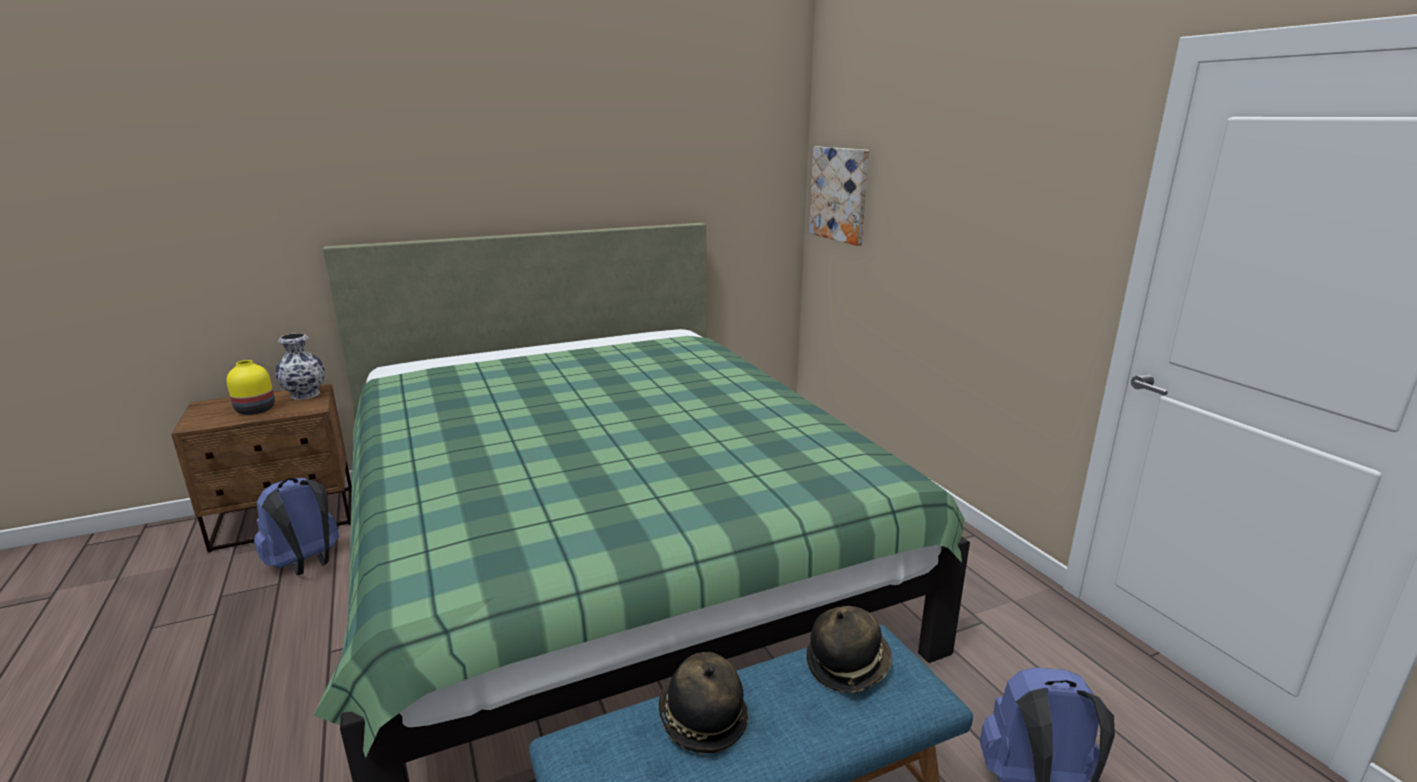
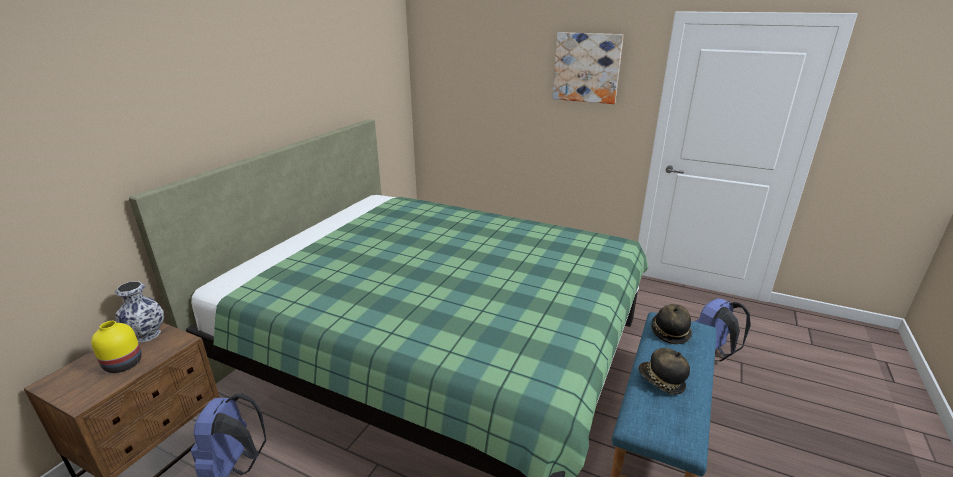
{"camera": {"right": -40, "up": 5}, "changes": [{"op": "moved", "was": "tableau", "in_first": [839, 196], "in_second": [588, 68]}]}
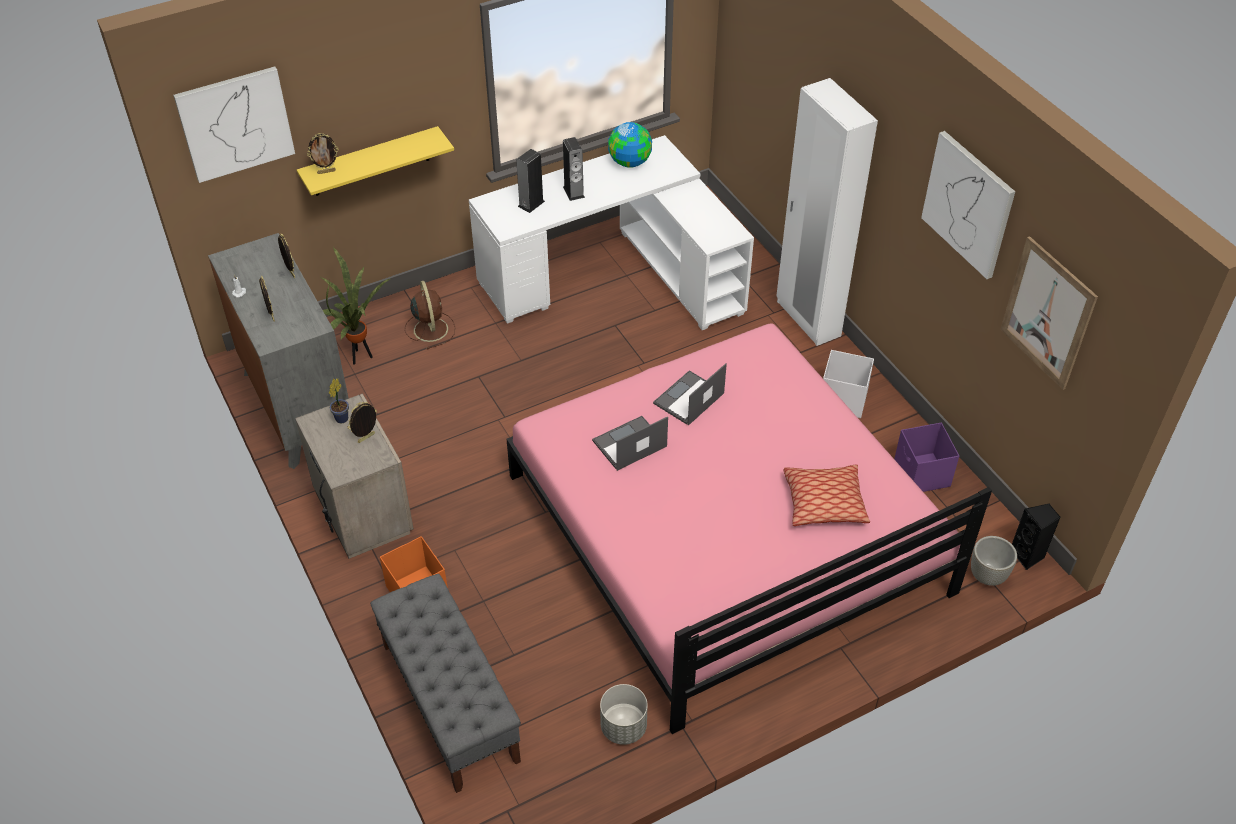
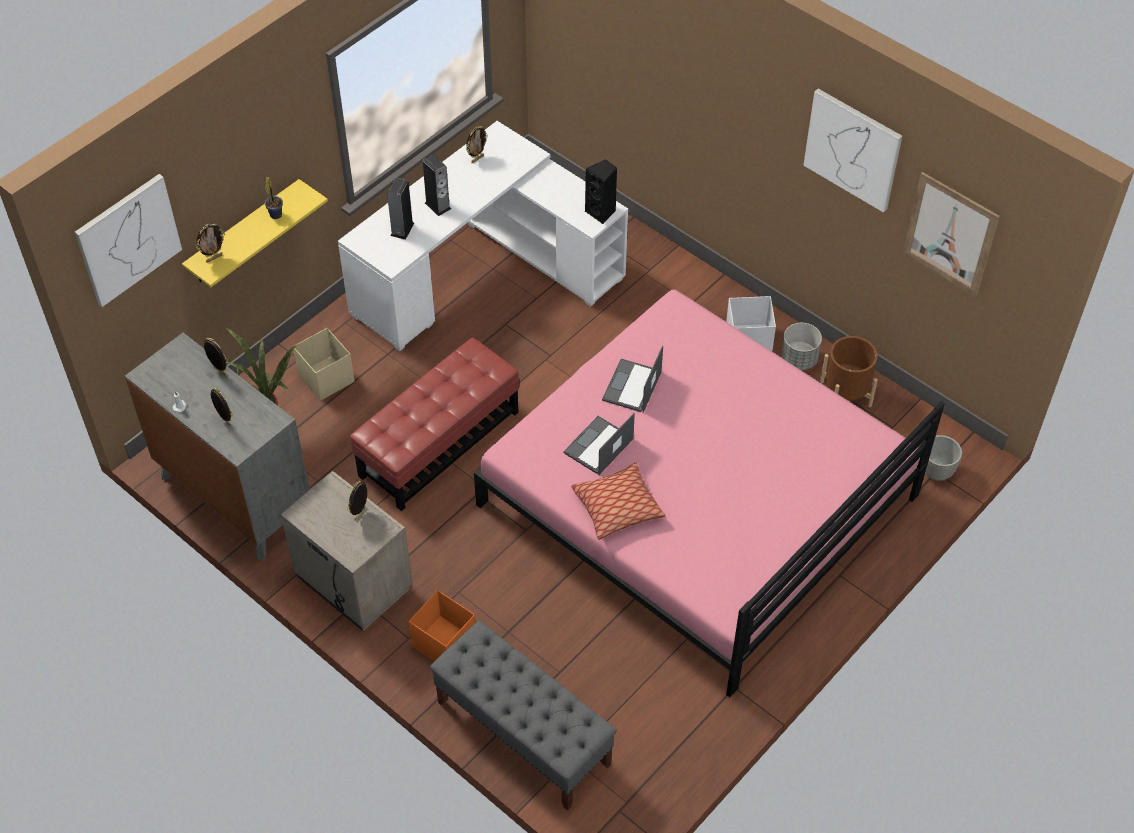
{"camera": {"right": -20, "up": 5}, "changes": [{"op": "moved", "was": "plante en pot", "in_first": [339, 401], "in_second": [274, 197]}, {"op": "replaced", "was": "ventilateur (marron)", "now": "boîte de rangement (beige)", "in_first": [430, 315], "in_second": [324, 364]}, {"op": "moved", "was": "cache-pot (gris)", "in_first": [624, 714], "in_second": [801, 346]}, {"op": "replaced", "was": "globe", "now": "cadre photo", "in_first": [630, 145], "in_second": [477, 145]}, {"op": "removed", "was": "armoire (blanc)", "in_first": [827, 212]}, {"op": "moved", "was": "coussin", "in_first": [827, 495], "in_second": [618, 501]}, {"op": "replaced", "was": "boîte de rangement (violet)", "now": "cache-pot (marron)", "in_first": [926, 457], "in_second": [849, 371]}, {"op": "moved", "was": "enceinte (noir)", "in_first": [1036, 536], "in_second": [601, 191]}, {"op": "added", "now": "pouf (rouge)", "in_second": [434, 424]}]}
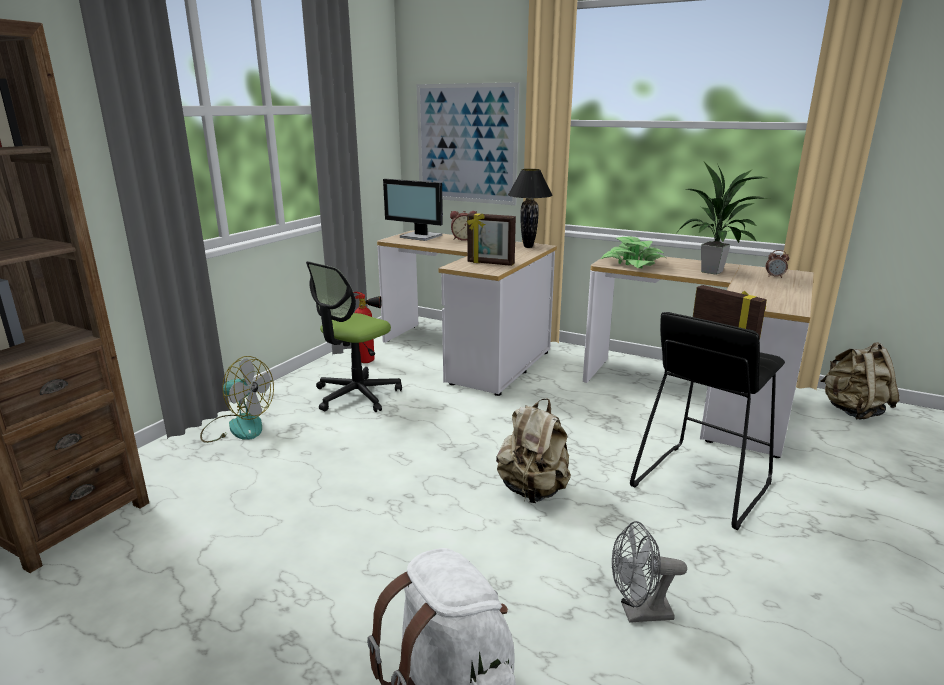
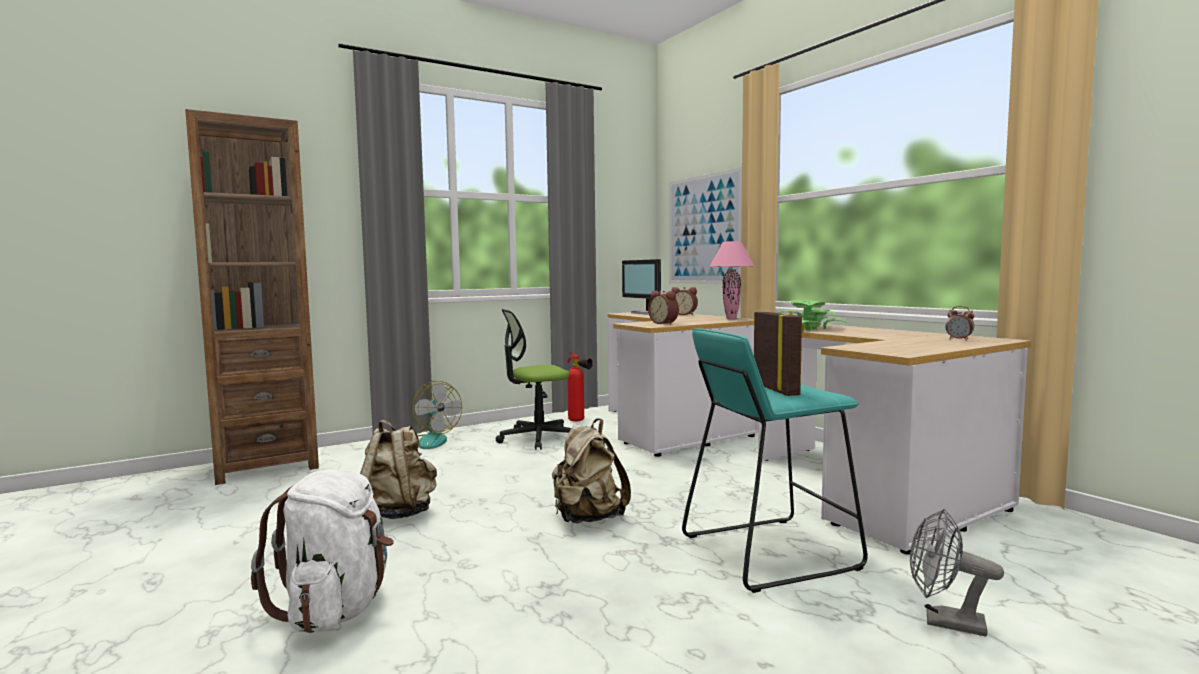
{"camera": {"right": 30, "up": -15}, "changes": [{"op": "replaced", "was": "cadre photo", "now": "réveil", "in_first": [491, 239], "in_second": [663, 308]}, {"op": "recoloured", "was": "lampe de table (noir)", "now": "lampe de table (rose)", "in_first": [530, 208], "in_second": [731, 280]}, {"op": "moved", "was": "ventilateur (gris)", "in_first": [649, 572], "in_second": [957, 572]}, {"op": "recoloured", "was": "tabouret (noir)", "now": "tabouret (turquoise)", "in_first": [707, 421], "in_second": [775, 460]}, {"op": "removed", "was": "plante en pot", "in_first": [724, 218]}, {"op": "moved", "was": "sac à dos (beige)", "in_first": [859, 381], "in_second": [398, 469]}]}
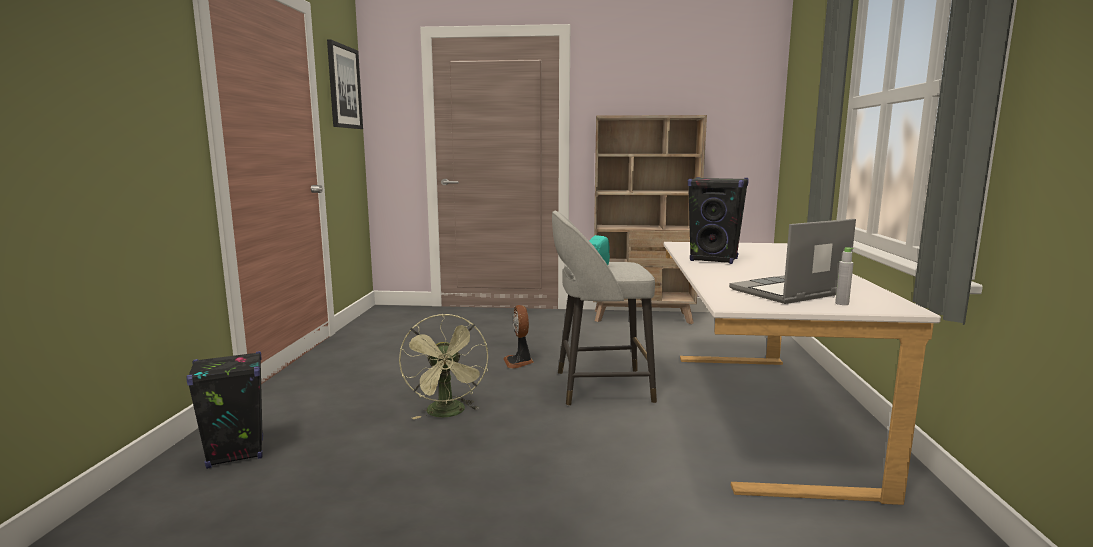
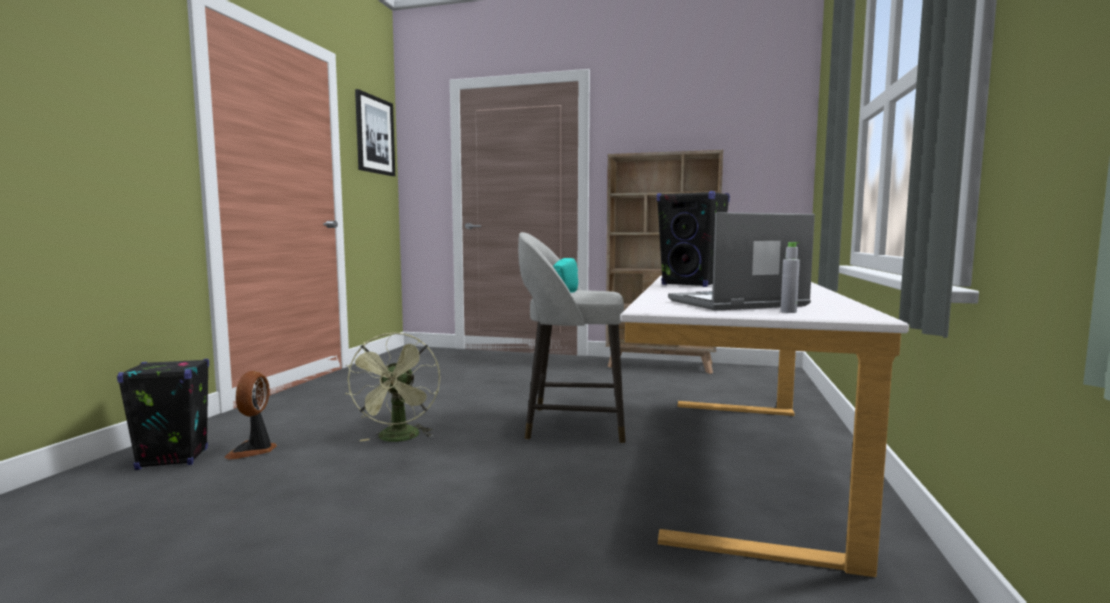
{"camera": {"right": 10, "up": -5}, "changes": [{"op": "moved", "was": "ventilateur", "in_first": [518, 337], "in_second": [250, 415]}]}
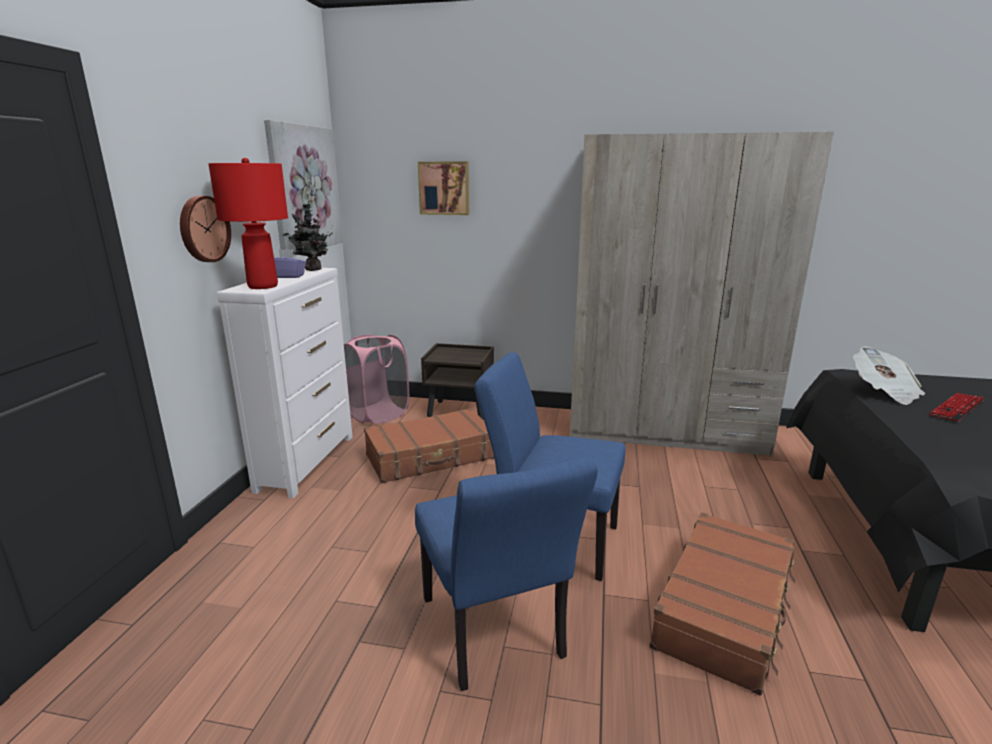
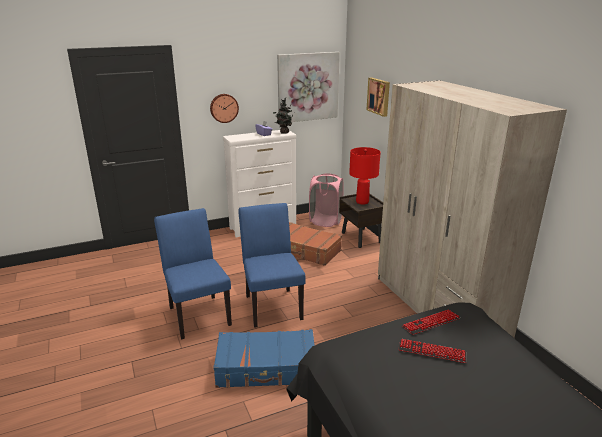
{"camera": {"right": 55, "up": 5}, "changes": [{"op": "moved", "was": "lampe de table (rouge)", "in_first": [248, 223], "in_second": [365, 176]}, {"op": "turned", "was": "chaise (bleu)", "in_first": [506, 573], "in_second": [193, 274], "clockwise": 120}, {"op": "recoloured", "was": "valise (marron)", "now": "valise (bleu)", "in_first": [722, 604], "in_second": [264, 358]}, {"op": "replaced", "was": "journal", "now": "clavier", "in_first": [889, 375], "in_second": [431, 322]}]}
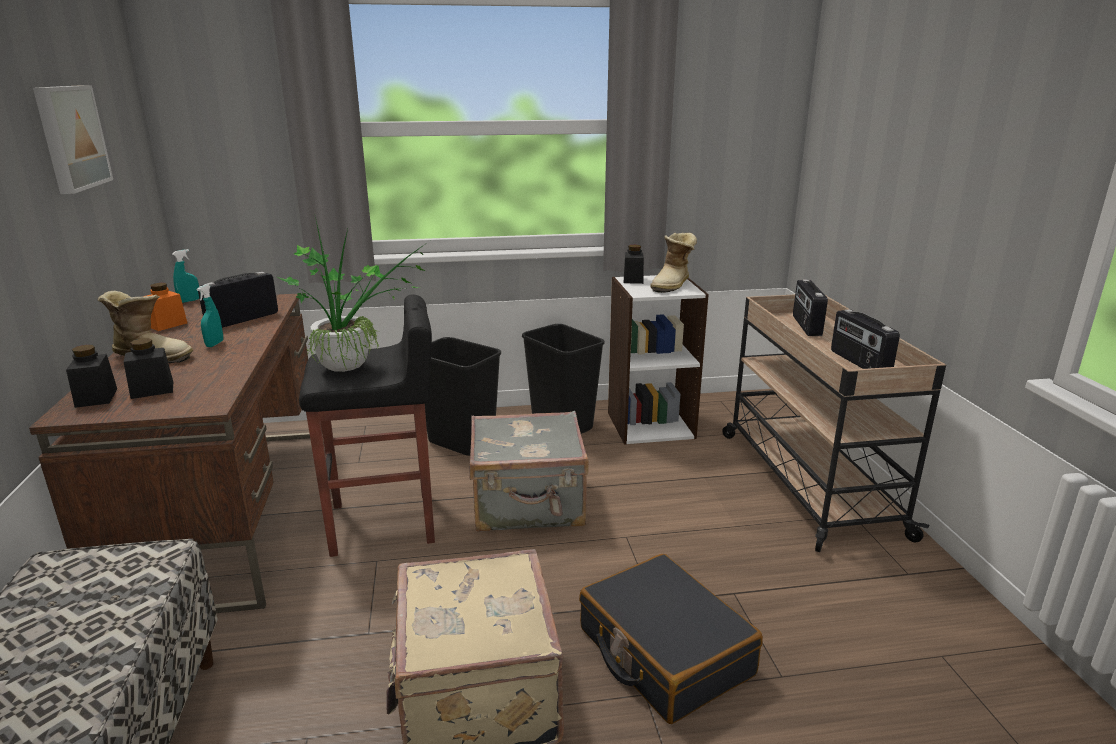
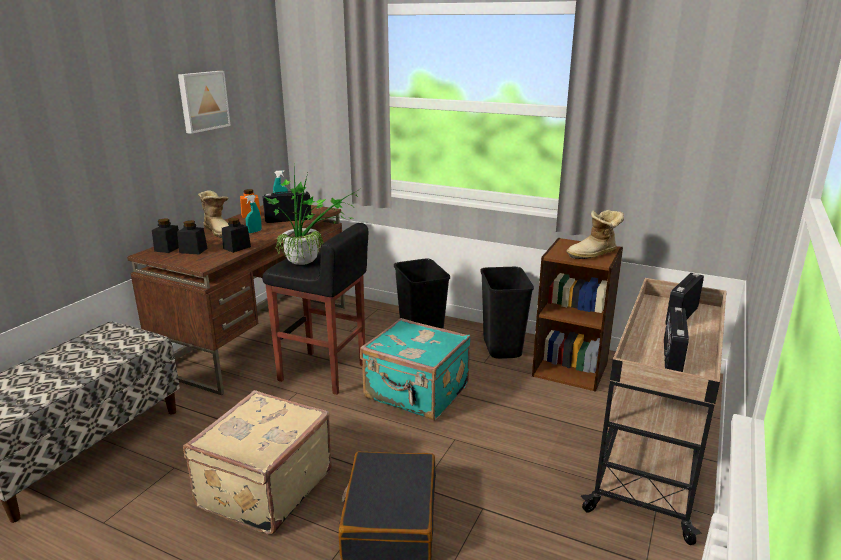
{"camera": {"right": 35, "up": 0}, "changes": [{"op": "recoloured", "was": "valise (gris)", "now": "valise (turquoise)", "in_first": [529, 471], "in_second": [415, 369]}, {"op": "recoloured", "was": "bibliothèque (blanc)", "now": "bibliothèque (marron)", "in_first": [658, 360], "in_second": [577, 315]}, {"op": "moved", "was": "bocal (noir)", "in_first": [634, 264], "in_second": [236, 235]}]}
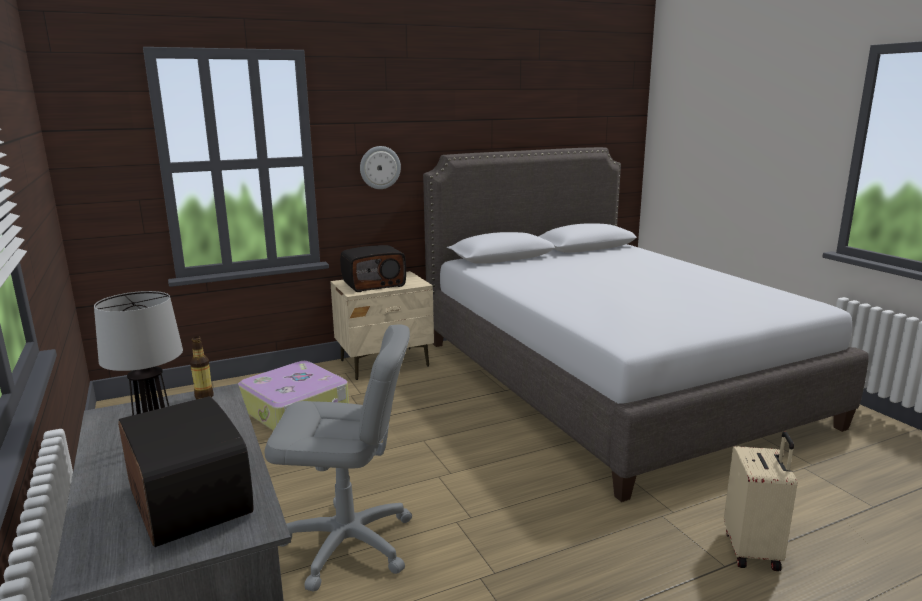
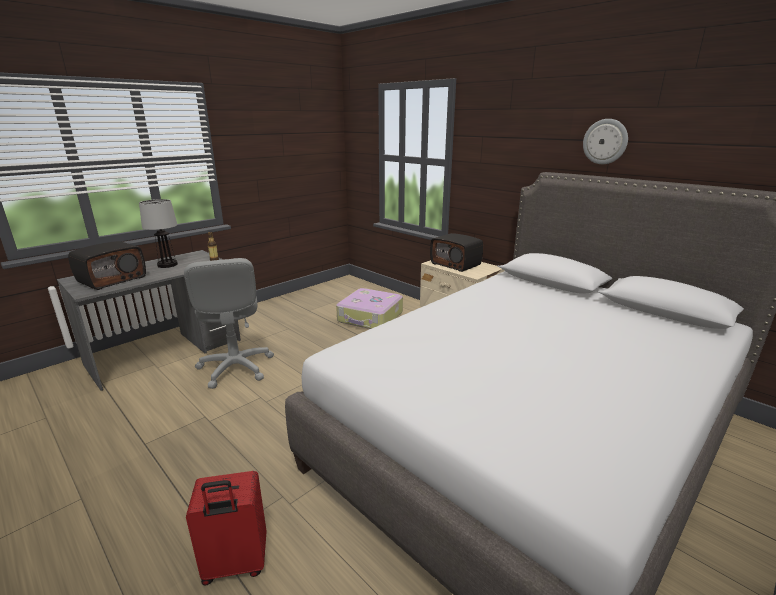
{"camera": {"right": 70, "up": 5}, "changes": [{"op": "moved", "was": "horloge murale", "in_first": [380, 167], "in_second": [605, 141]}, {"op": "recoloured", "was": "valise (beige)", "now": "valise (rouge)", "in_first": [760, 501], "in_second": [226, 528]}]}
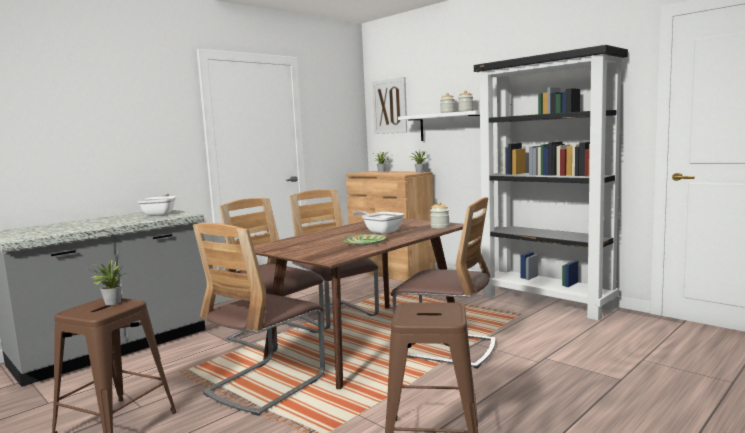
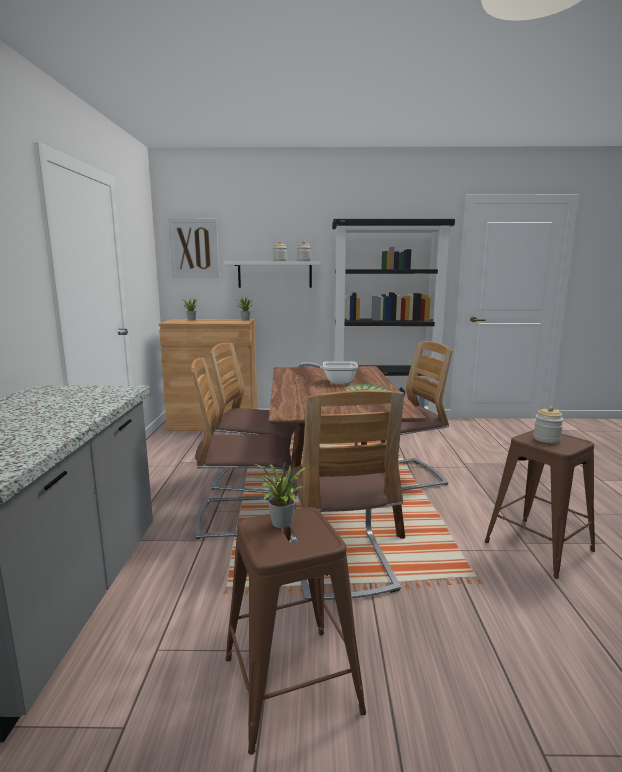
{"camera": {"right": -45, "up": 5}, "changes": [{"op": "removed", "was": "poêle", "in_first": [157, 204]}, {"op": "moved", "was": "bocal", "in_first": [440, 215], "in_second": [548, 424]}]}
